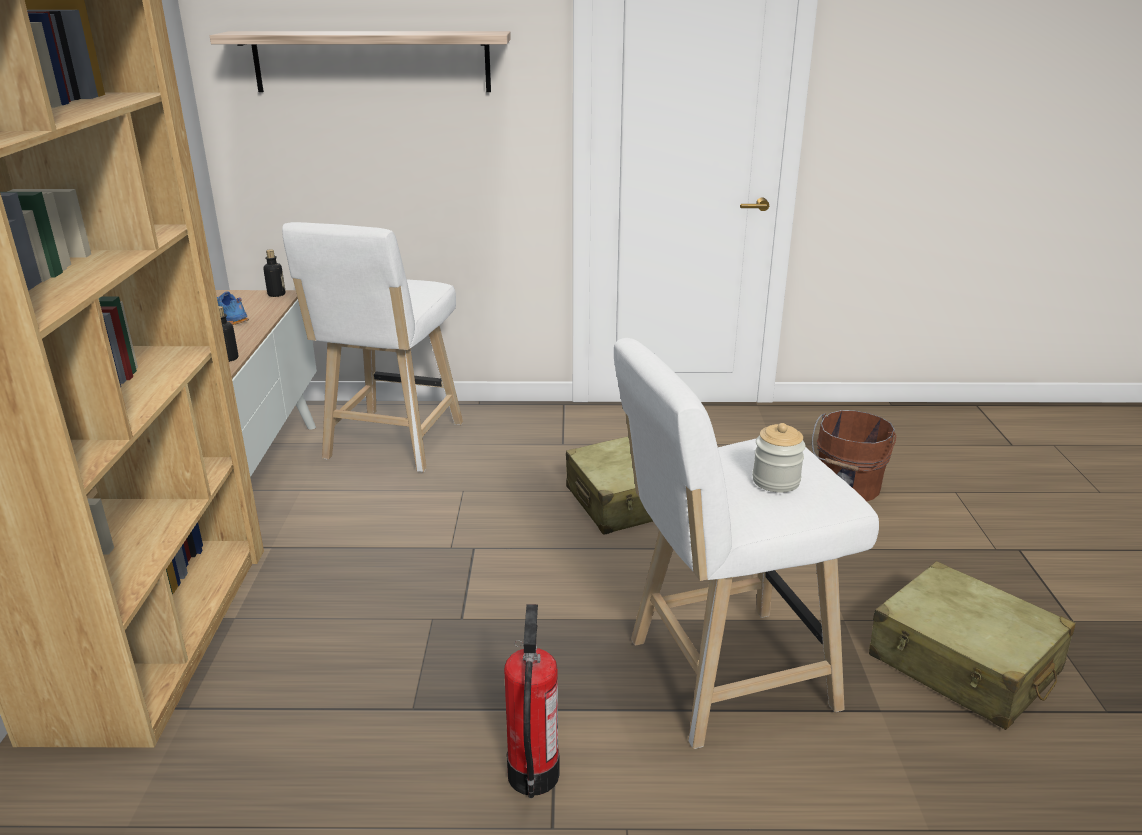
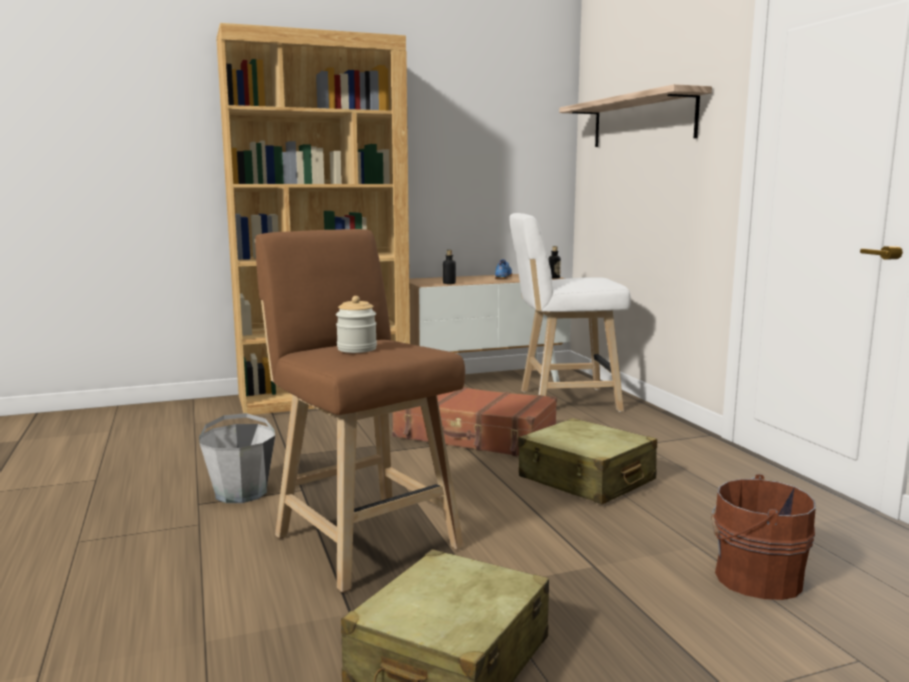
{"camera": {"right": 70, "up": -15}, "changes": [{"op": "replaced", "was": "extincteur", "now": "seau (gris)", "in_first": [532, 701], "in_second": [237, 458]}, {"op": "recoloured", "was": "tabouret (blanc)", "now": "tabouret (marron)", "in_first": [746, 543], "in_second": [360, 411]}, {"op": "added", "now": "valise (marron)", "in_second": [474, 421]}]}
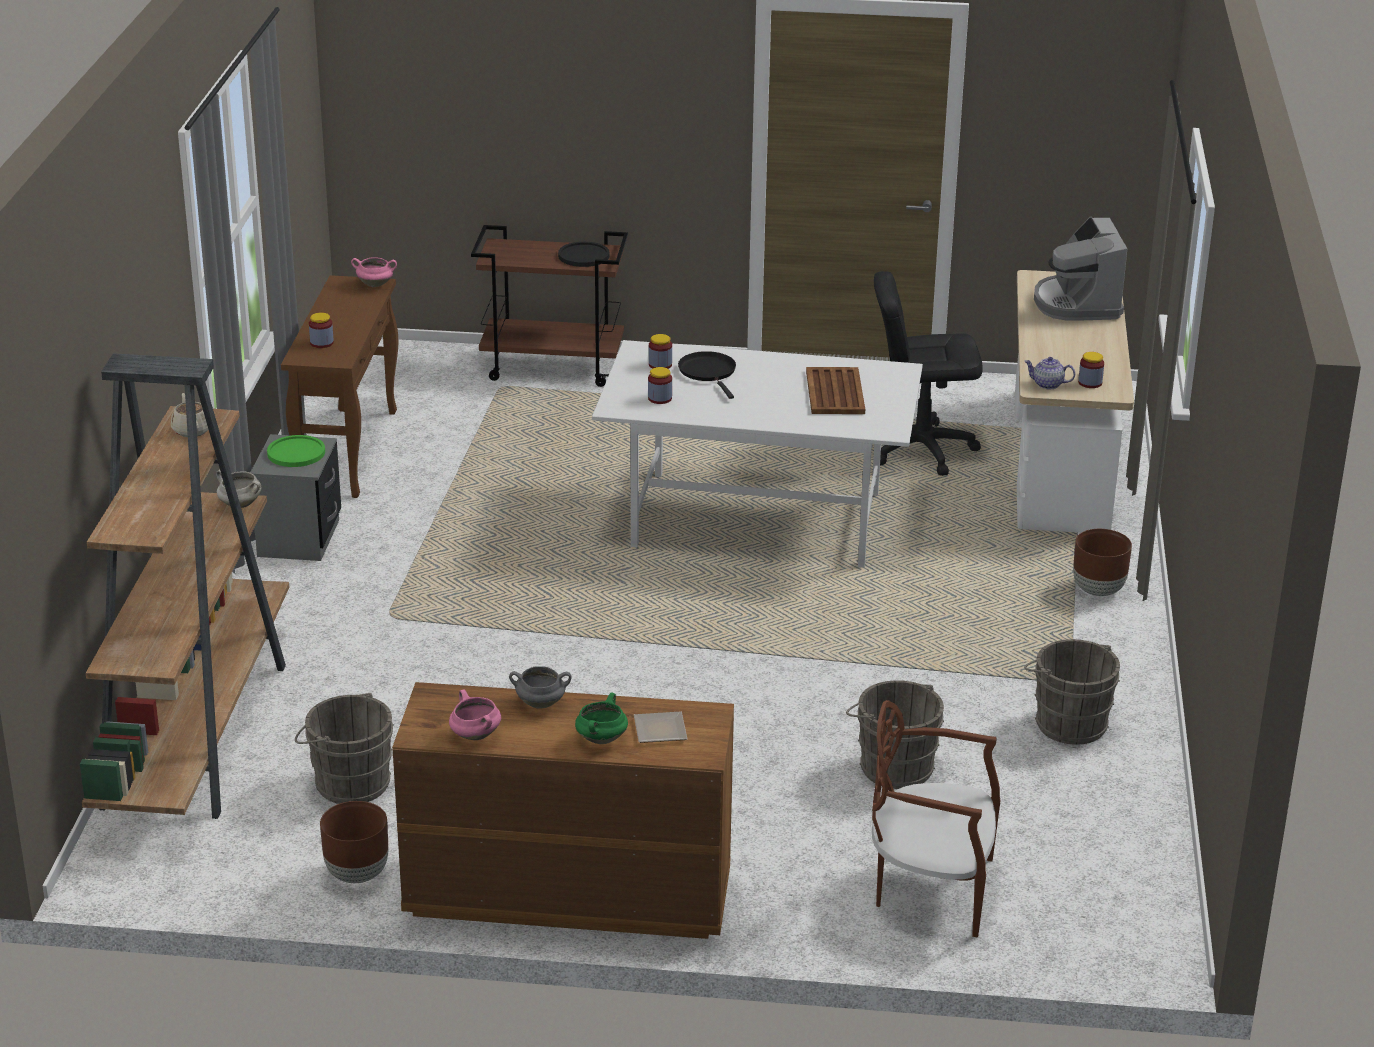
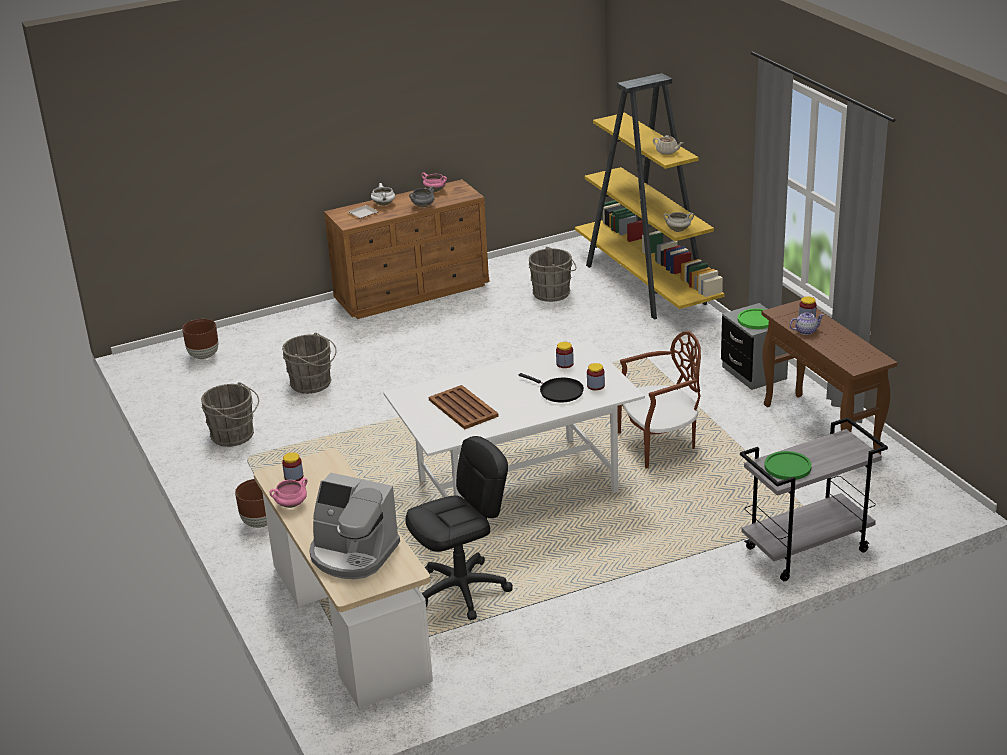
{"camera": {"right": 150, "up": 0}, "changes": [{"op": "recoloured", "was": "bibliothèque (marron)", "now": "bibliothèque (jaune)", "in_first": [184, 586], "in_second": [649, 196]}, {"op": "moved", "was": "cache-pot (marron)", "in_first": [354, 842], "in_second": [200, 339]}, {"op": "moved", "was": "marmite (rose)", "in_first": [374, 272], "in_second": [288, 493]}, {"op": "recoloured", "was": "chariot (marron)", "now": "chariot (gris)", "in_first": [549, 306], "in_second": [814, 499]}, {"op": "recoloured", "was": "assiette (noir)", "now": "assiette (vert)", "in_first": [584, 254], "in_second": [788, 465]}, {"op": "recoloured", "was": "marmite (vert)", "now": "marmite (blanc)", "in_first": [601, 718], "in_second": [383, 194]}, {"op": "moved", "was": "chaise (marron)", "in_first": [936, 818], "in_second": [659, 400]}, {"op": "moved", "was": "théière", "in_first": [1049, 373], "in_second": [806, 323]}, {"op": "turned", "was": "machine à café", "in_first": [1080, 269], "in_second": [354, 526], "clockwise": 150}]}
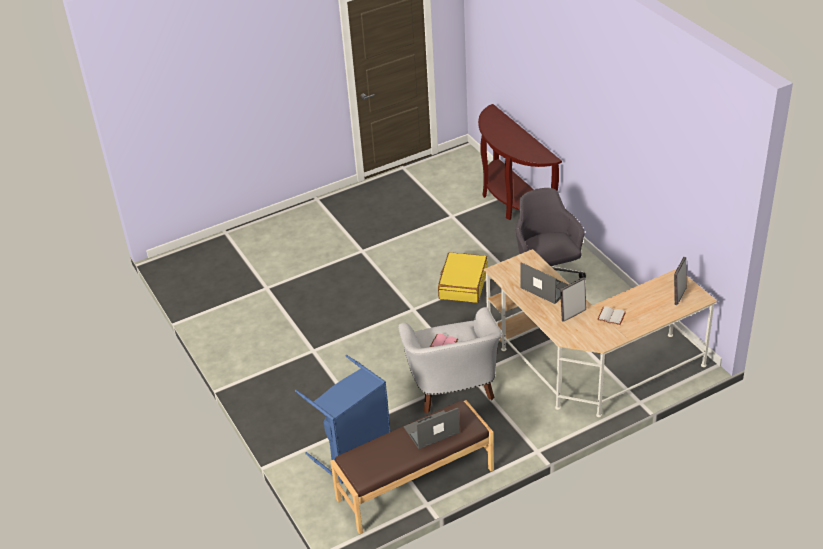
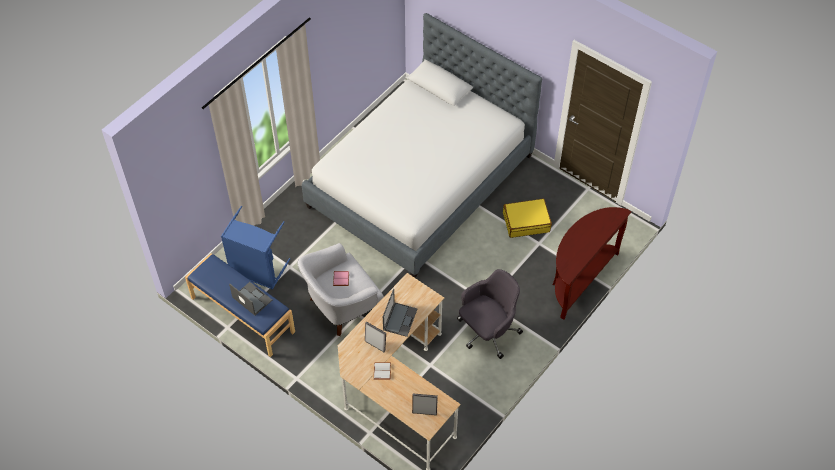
{"camera": {"right": 65, "up": 15}, "changes": [{"op": "recoloured", "was": "banc (marron)", "now": "banc (bleu)", "in_first": [412, 467], "in_second": [240, 305]}, {"op": "moved", "was": "valise (jaune)", "in_first": [463, 277], "in_second": [527, 218]}, {"op": "added", "now": "lit", "in_second": [422, 145]}]}
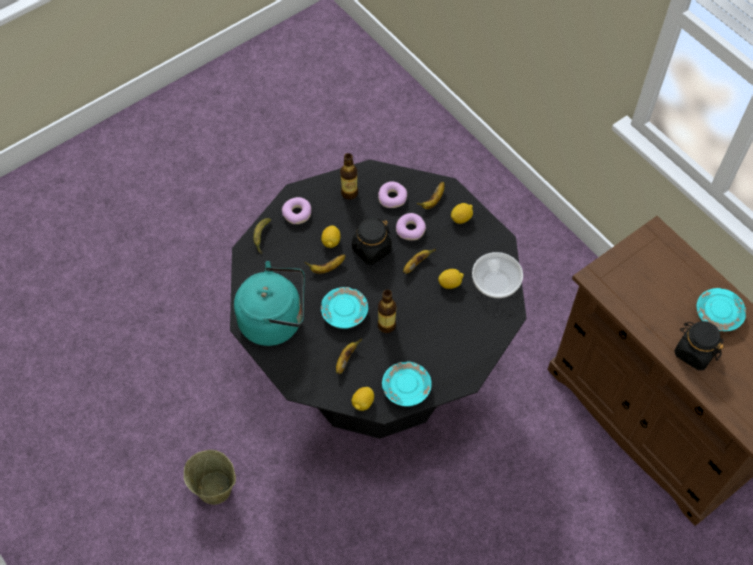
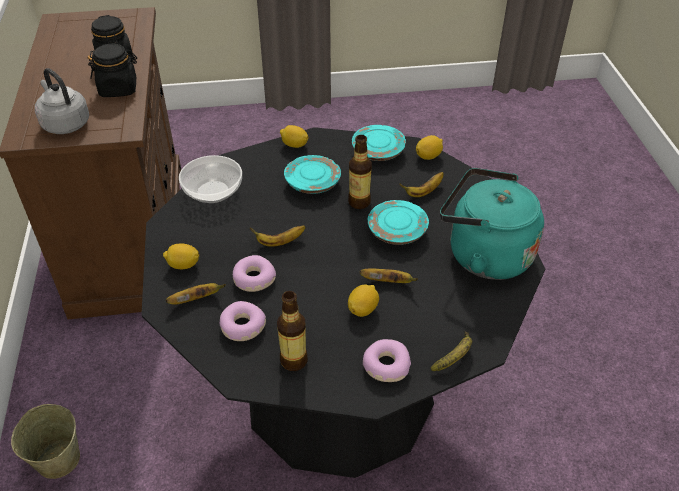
{"camera": {"right": -150, "up": -15}, "changes": [{"op": "moved", "was": "seau (beige)", "in_first": [210, 477], "in_second": [45, 441]}, {"op": "moved", "was": "bocal (noir)", "in_first": [372, 241], "in_second": [112, 70]}, {"op": "moved", "was": "citron", "in_first": [451, 279], "in_second": [294, 136]}, {"op": "moved", "was": "assiette (turquoise)", "in_first": [721, 310], "in_second": [312, 174]}, {"op": "added", "now": "bouilloire (gris)", "in_second": [62, 101]}]}
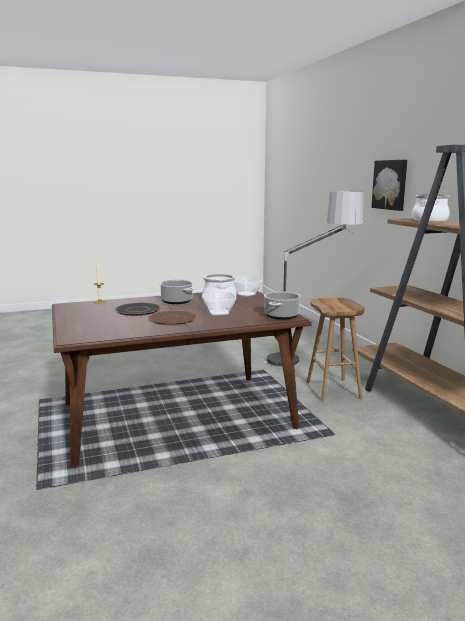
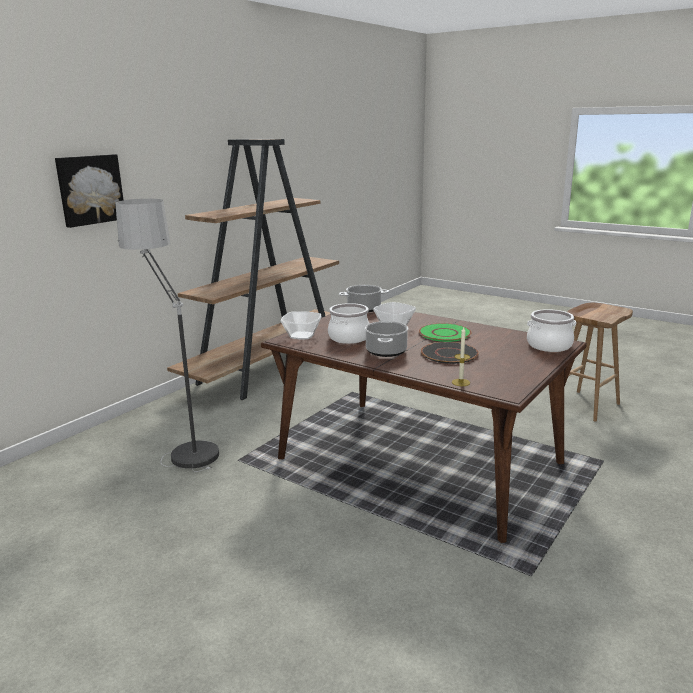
{"camera": {"right": -125, "up": 5}, "changes": [{"op": "recoloured", "was": "assiette (marron)", "now": "assiette (vert)", "in_first": [173, 317], "in_second": [445, 332]}, {"op": "moved", "was": "tabouret (marron)", "in_first": [336, 350], "in_second": [600, 362]}, {"op": "moved", "was": "marmite", "in_first": [431, 208], "in_second": [551, 330]}]}
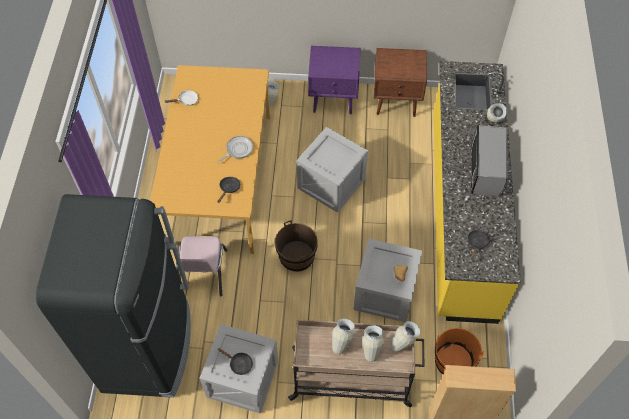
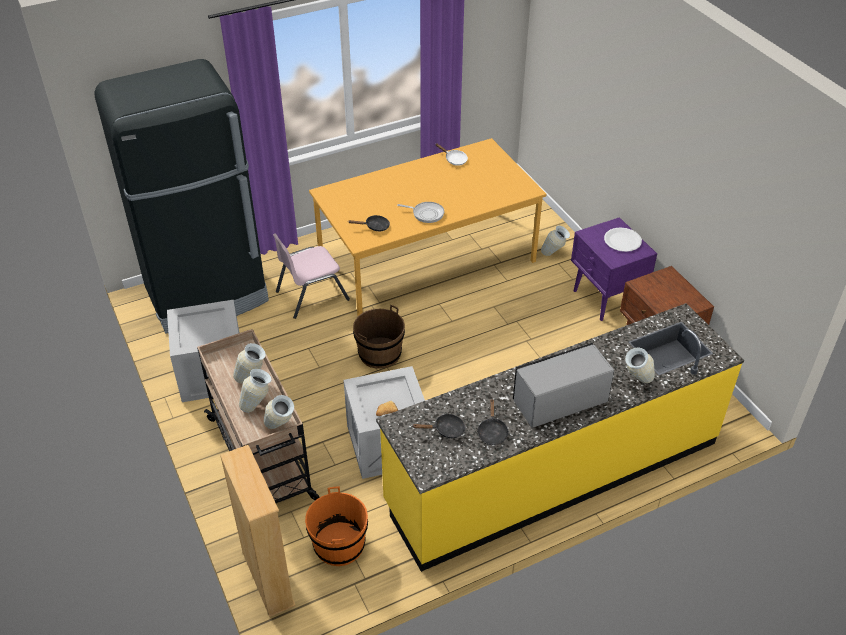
{"camera": {"right": 60, "up": -15}, "changes": [{"op": "moved", "was": "poêle (noir)", "in_first": [235, 361], "in_second": [493, 422]}, {"op": "removed", "was": "caisse", "in_first": [332, 170]}, {"op": "added", "now": "assiette (blanc)", "in_second": [623, 239]}]}
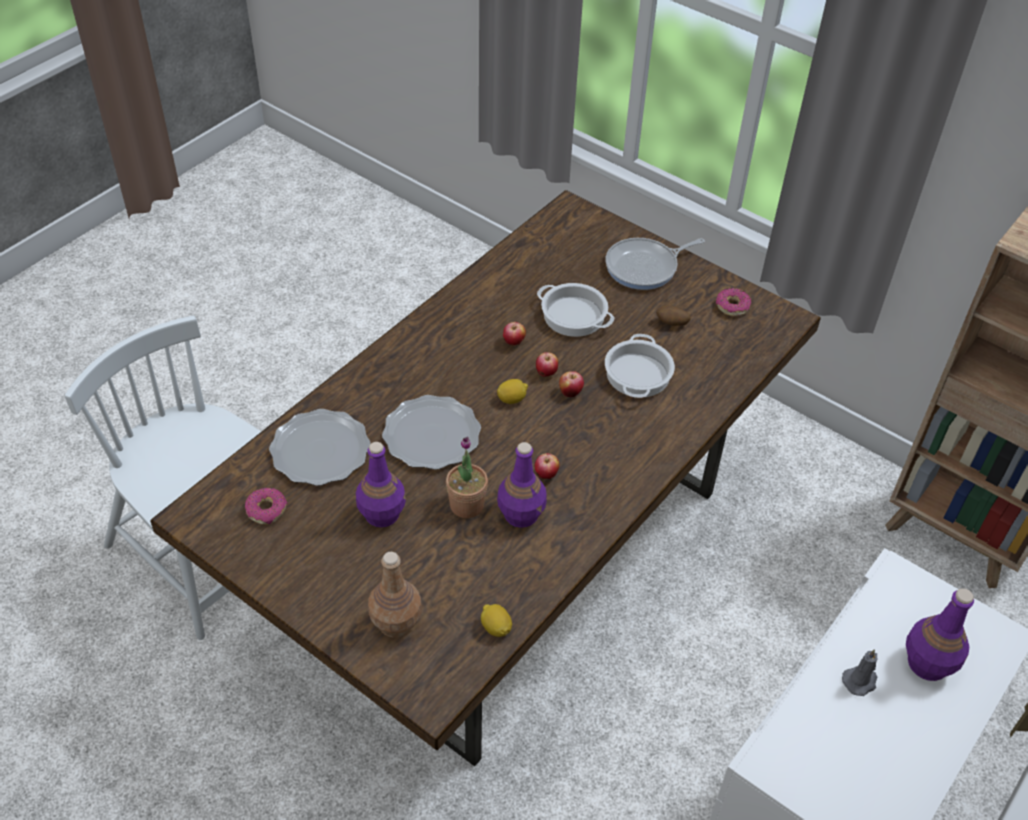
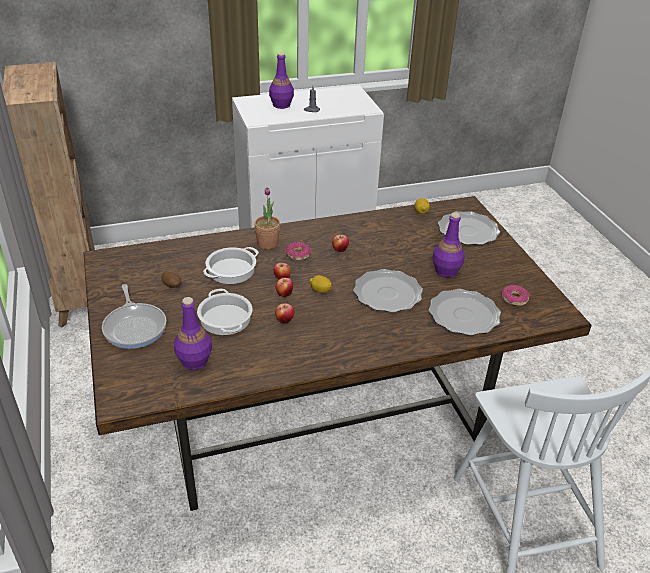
{"camera": {"right": -145, "up": -10}, "changes": [{"op": "replaced", "was": "bouteille (marron)", "now": "assiette", "in_first": [395, 595], "in_second": [469, 228]}, {"op": "moved", "was": "plante en pot", "in_first": [467, 477], "in_second": [267, 218]}, {"op": "moved", "was": "bouteille (violet)", "in_first": [522, 485], "in_second": [193, 333]}, {"op": "turned", "was": "poêle", "in_first": [655, 264], "in_second": [134, 316], "clockwise": 60}, {"op": "moved", "was": "beignet", "in_first": [733, 302], "in_second": [298, 251]}]}
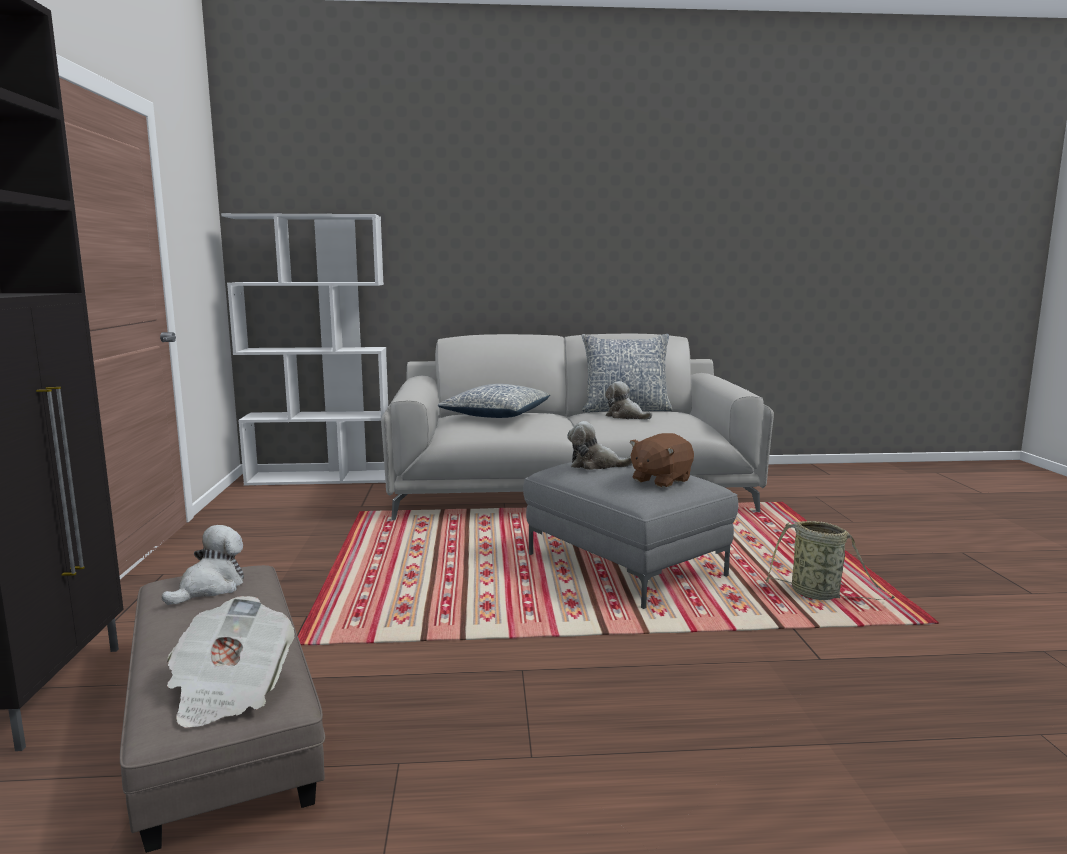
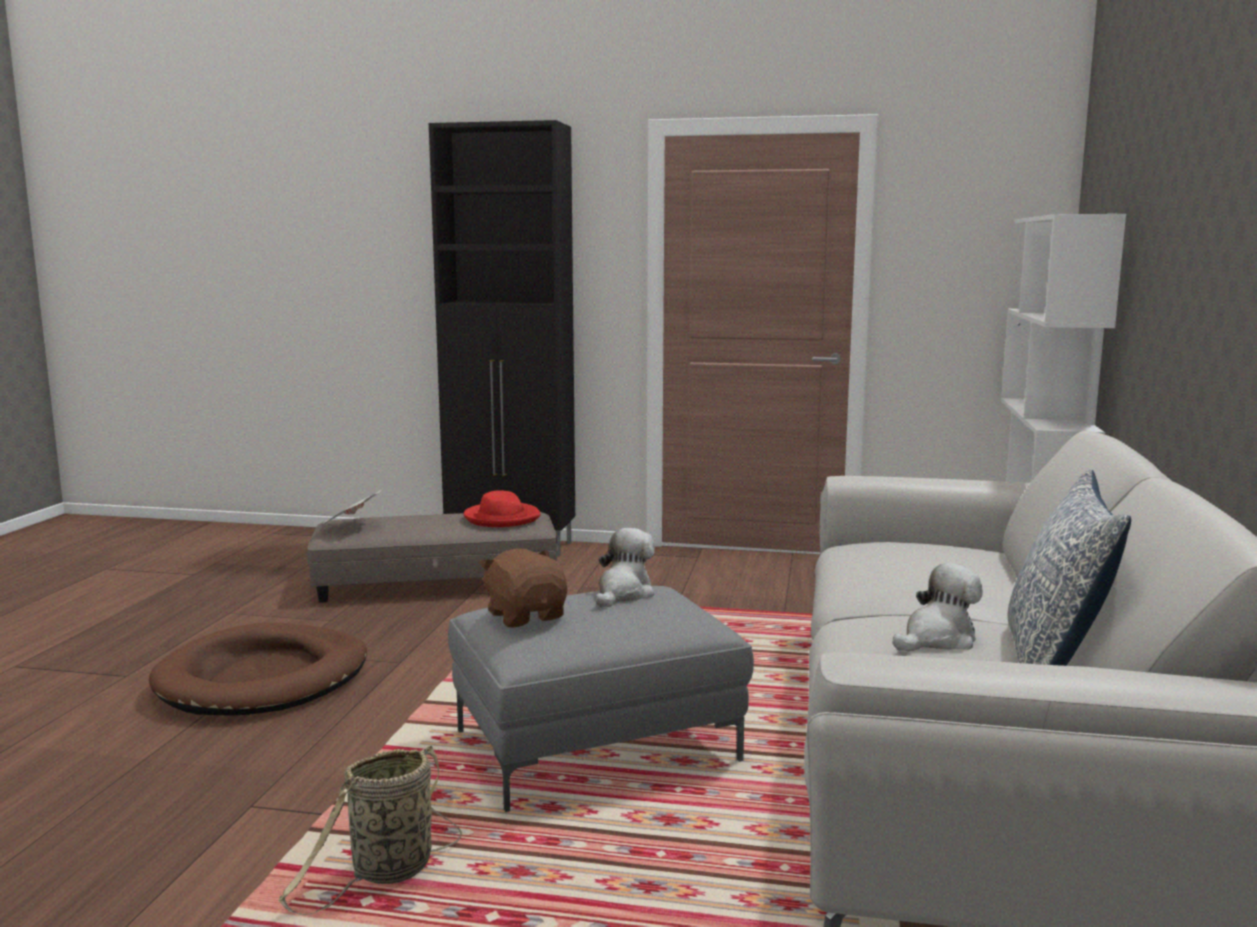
{"camera": {"right": 105, "up": 0}, "changes": [{"op": "replaced", "was": "peluche", "now": "chapeau (rouge)", "in_first": [203, 565], "in_second": [502, 508]}, {"op": "removed", "was": "coussin", "in_first": [494, 401]}, {"op": "added", "now": "panier pour chien (marron)", "in_second": [258, 669]}]}
